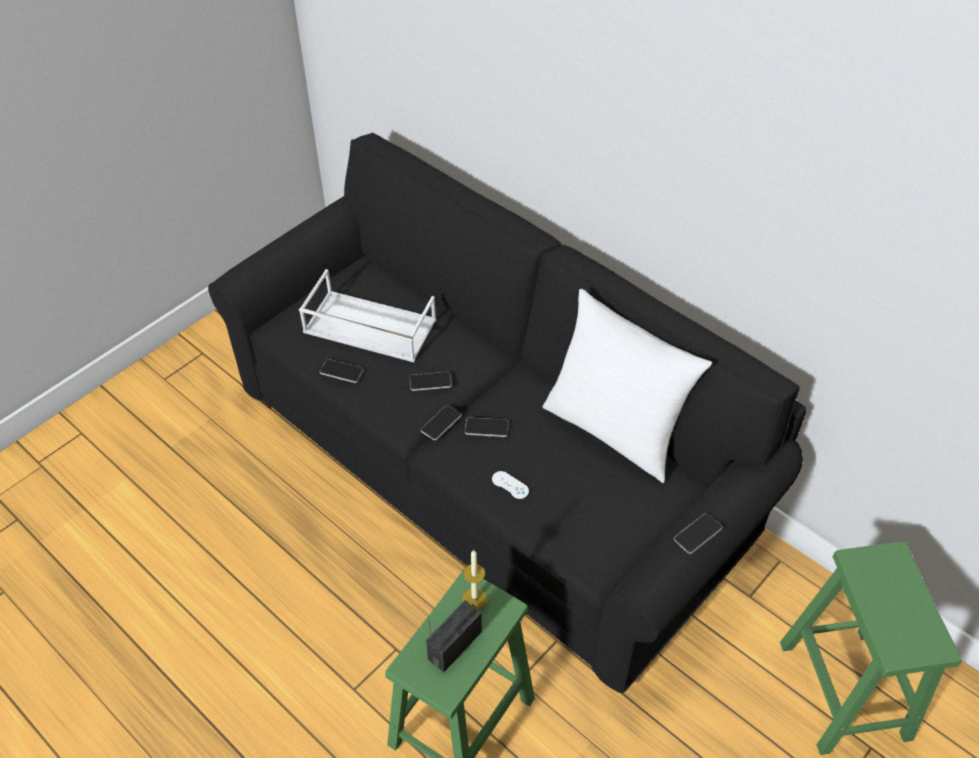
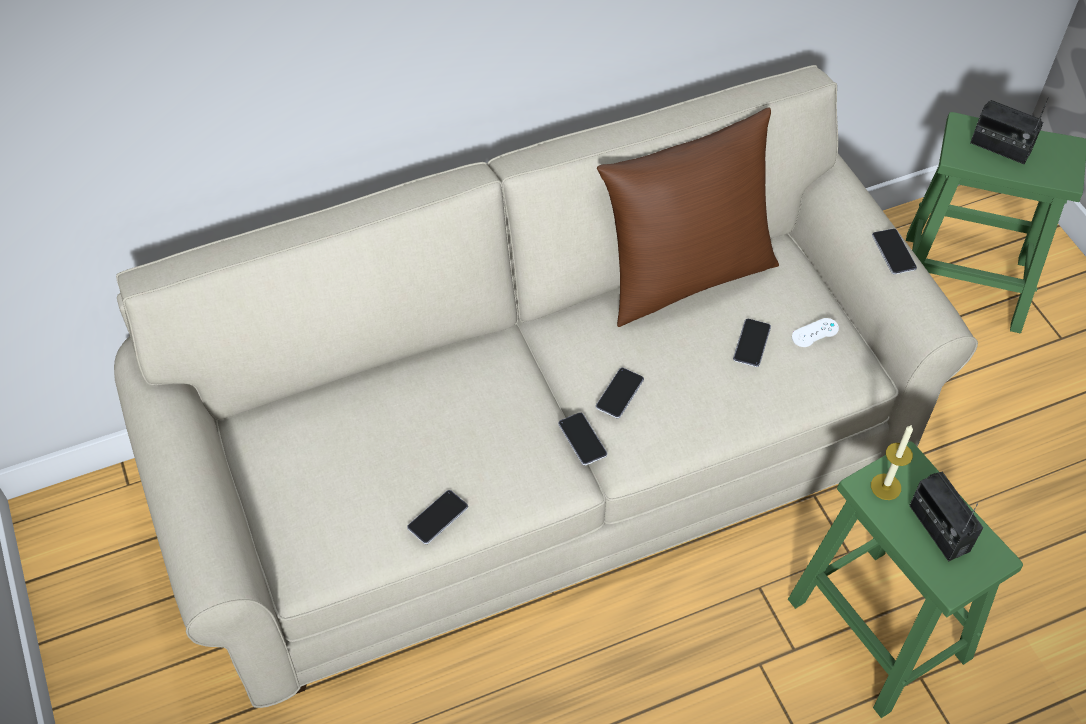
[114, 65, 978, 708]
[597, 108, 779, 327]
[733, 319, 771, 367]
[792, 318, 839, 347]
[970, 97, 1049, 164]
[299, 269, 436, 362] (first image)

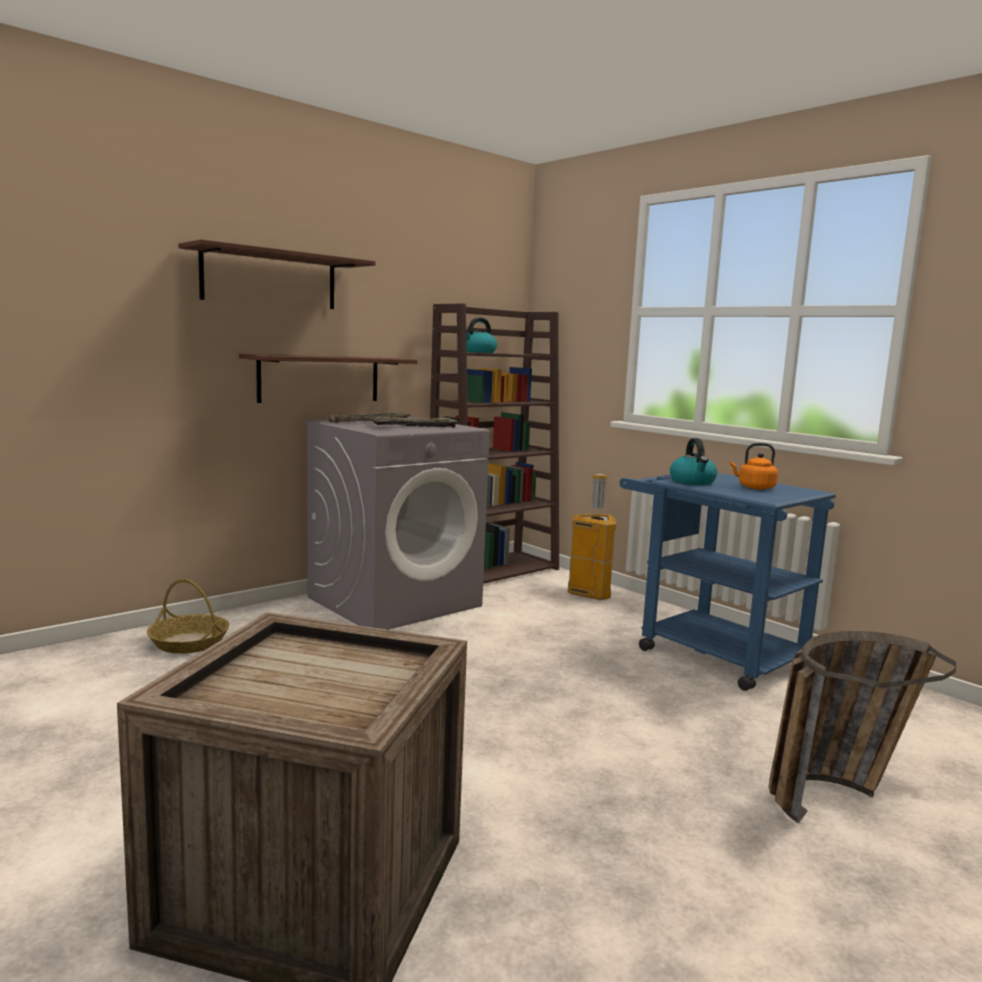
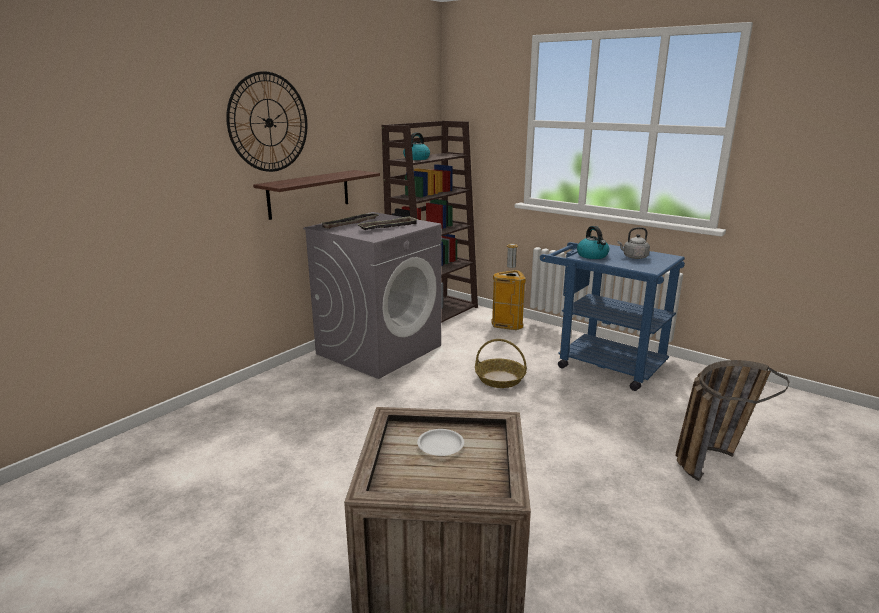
[226, 71, 307, 172]
[417, 429, 464, 456]
[475, 339, 527, 388]
[617, 227, 650, 259]

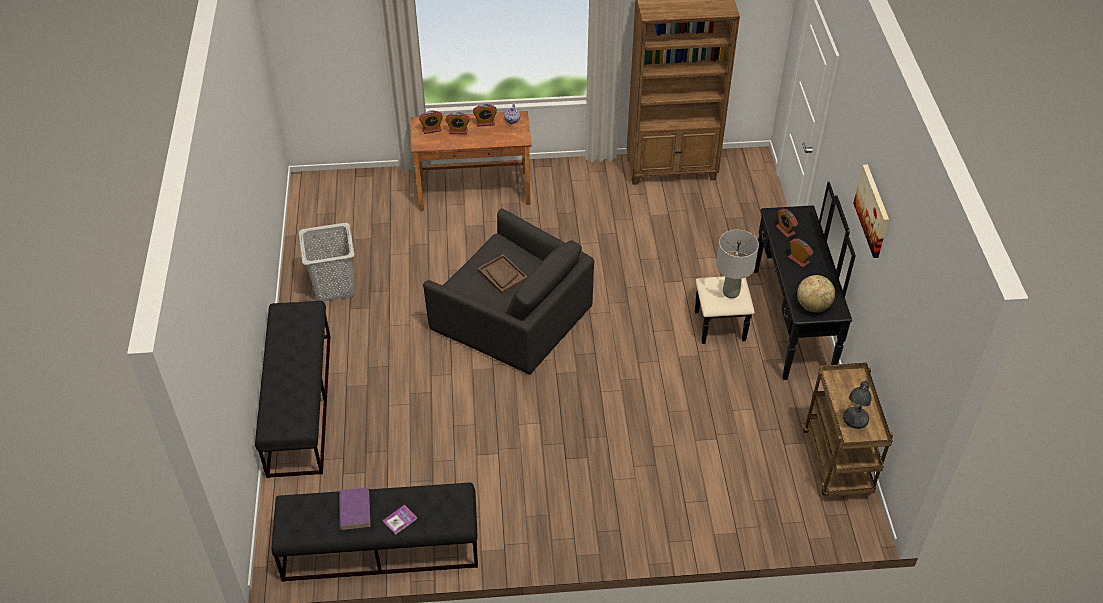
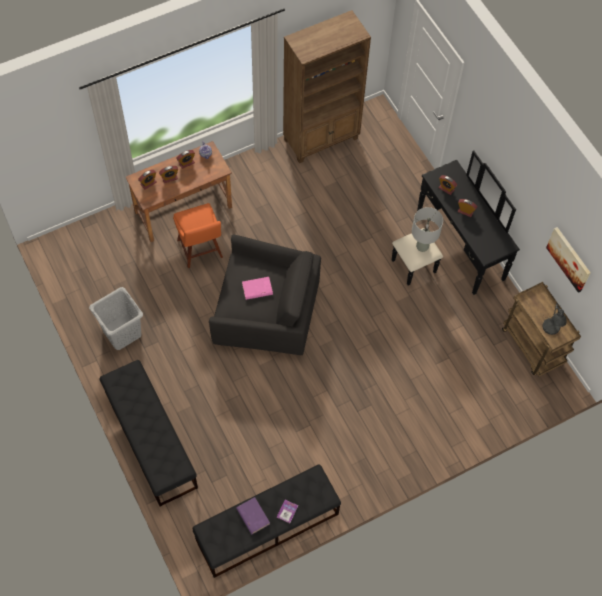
[173, 203, 223, 268]
[242, 277, 273, 300]
[546, 227, 591, 293]
[797, 275, 835, 312] (first image)

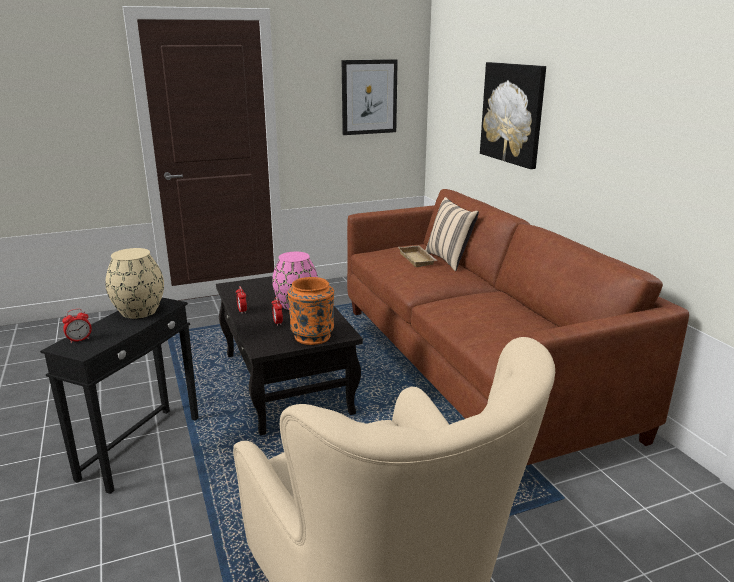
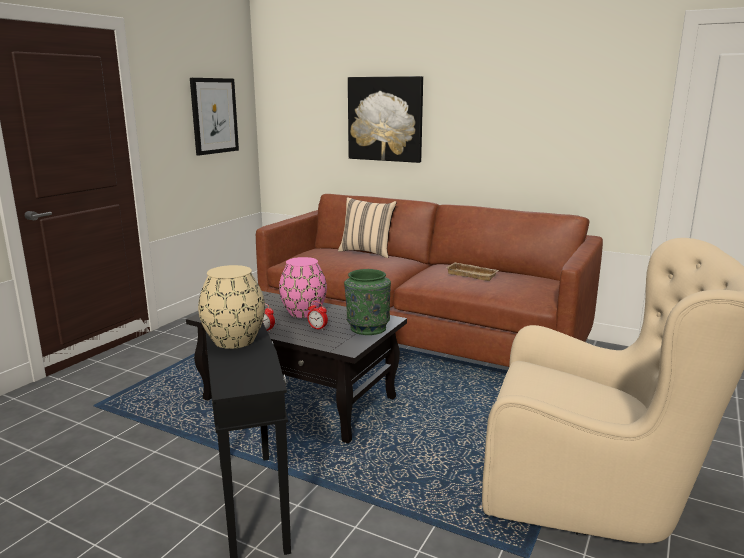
[344, 269, 391, 335]
[447, 262, 499, 281]
[62, 309, 92, 343] (first image)

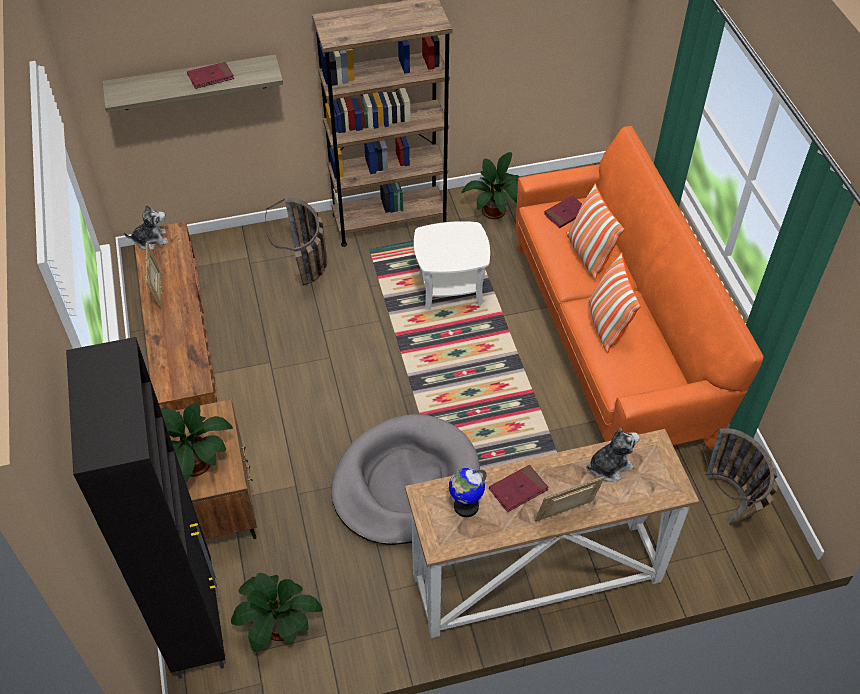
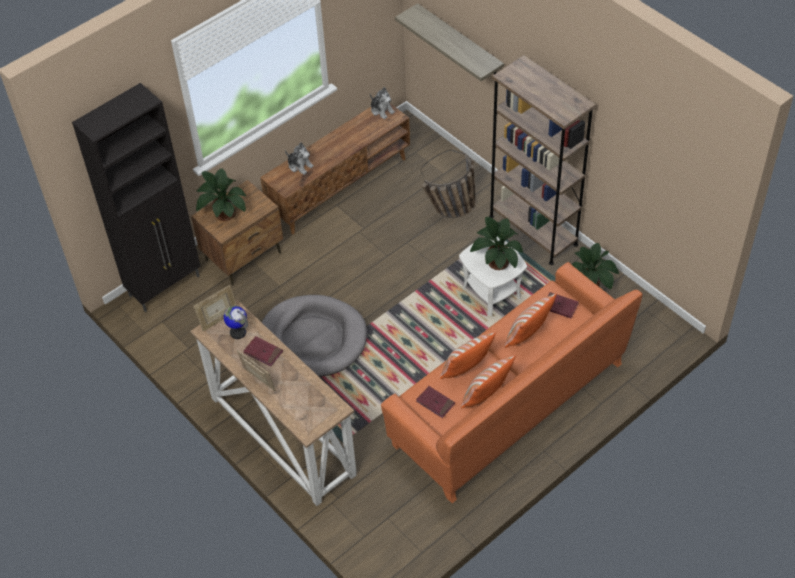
[194, 285, 237, 331]
[285, 142, 314, 175]
[416, 386, 455, 418]
[461, 355, 516, 408]
[470, 217, 523, 270]
[702, 428, 778, 525] (first image)

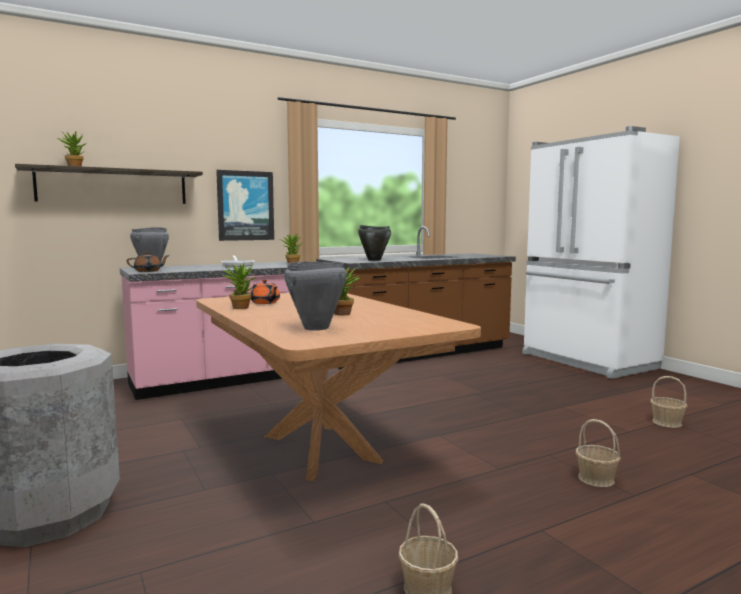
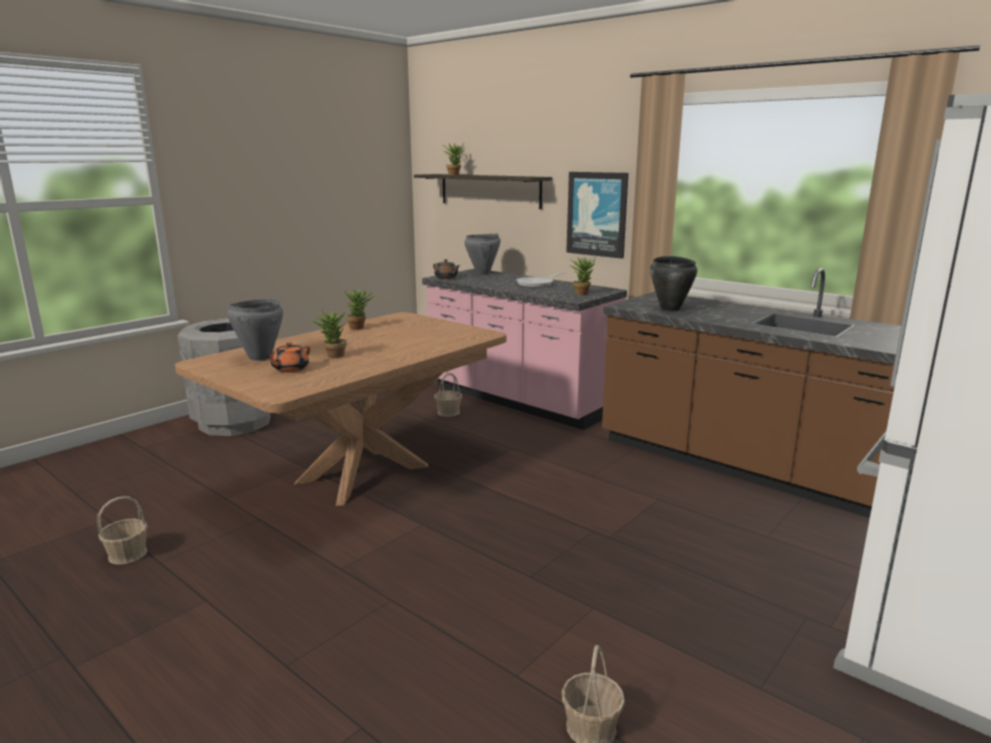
[266, 342, 311, 373]
[434, 373, 462, 417]

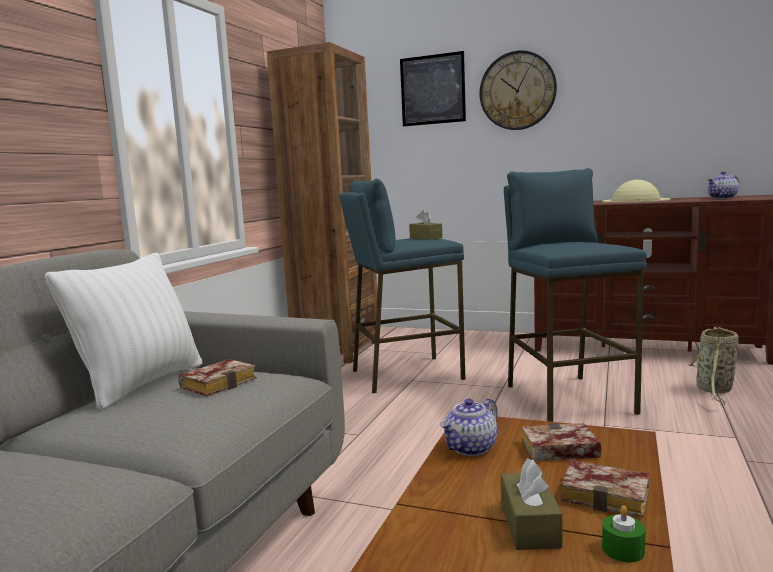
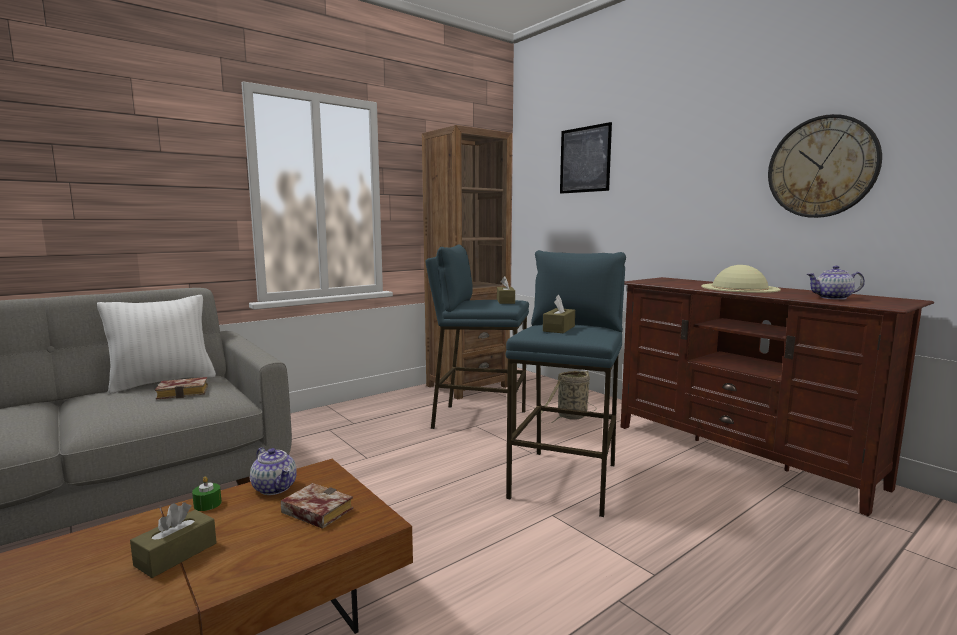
[192, 476, 222, 511]
[250, 447, 297, 495]
[536, 371, 596, 423]
[543, 295, 575, 333]
[768, 114, 882, 218]
[561, 460, 649, 518] (first image)

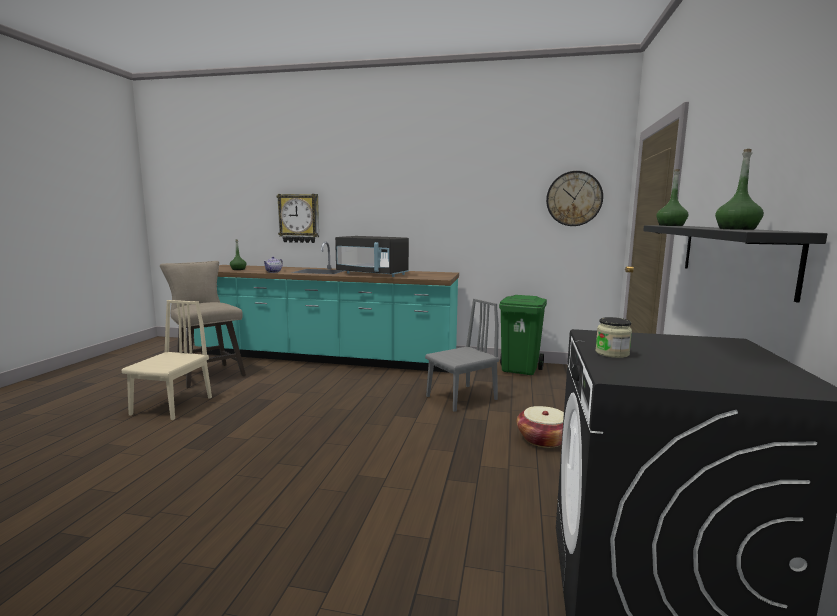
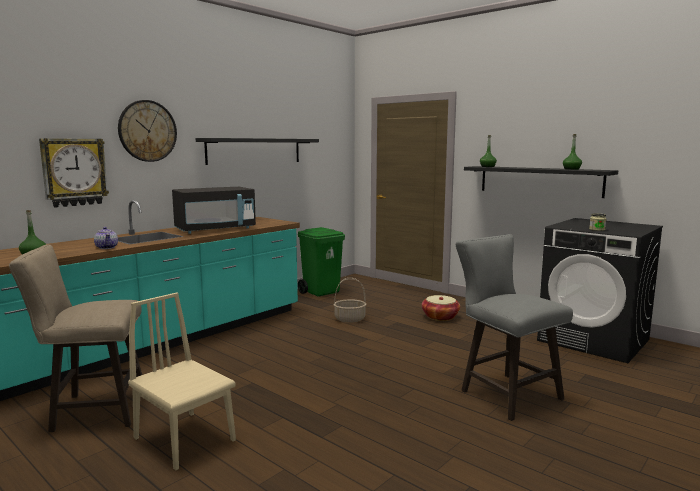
[118, 100, 177, 162]
[195, 138, 319, 165]
[333, 278, 367, 323]
[456, 234, 573, 421]

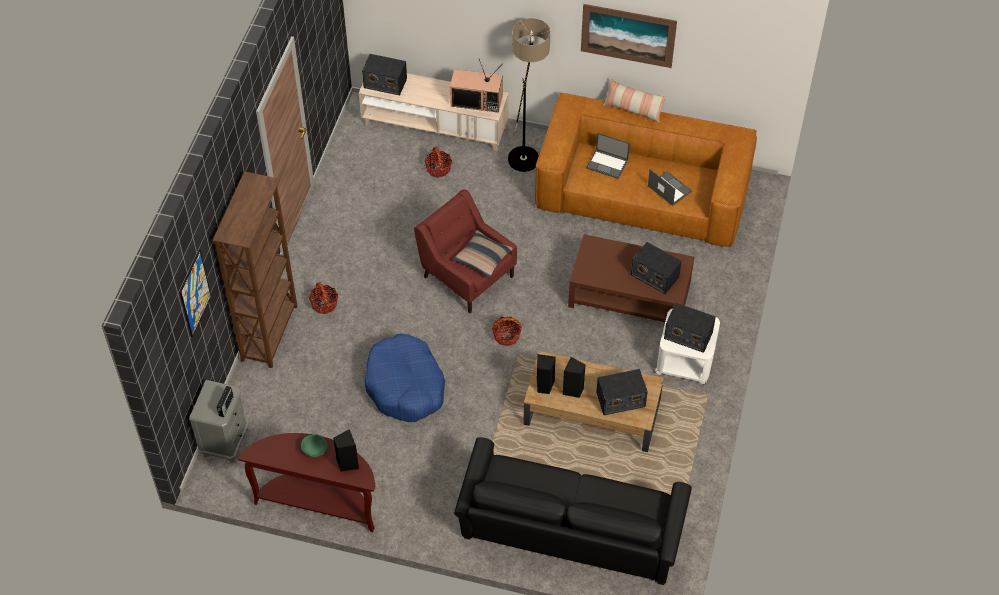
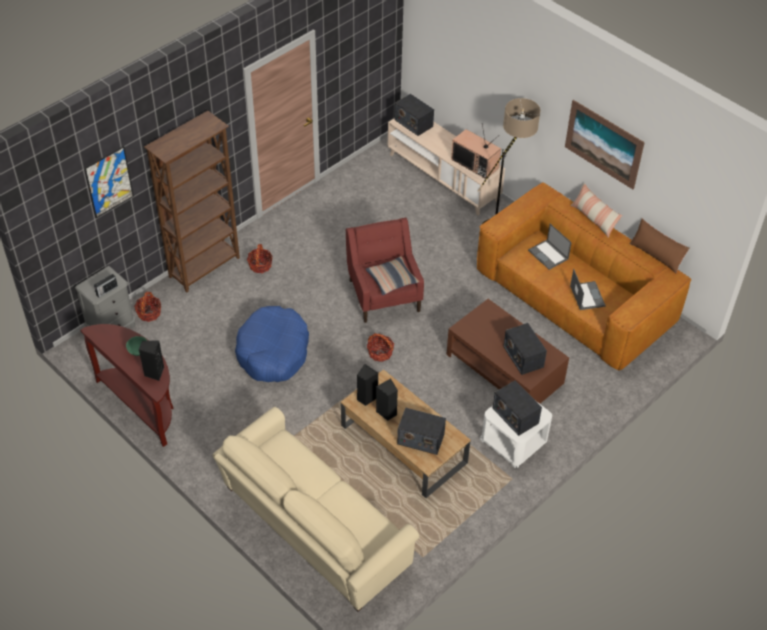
[134, 292, 161, 322]
[213, 407, 419, 612]
[629, 219, 689, 273]

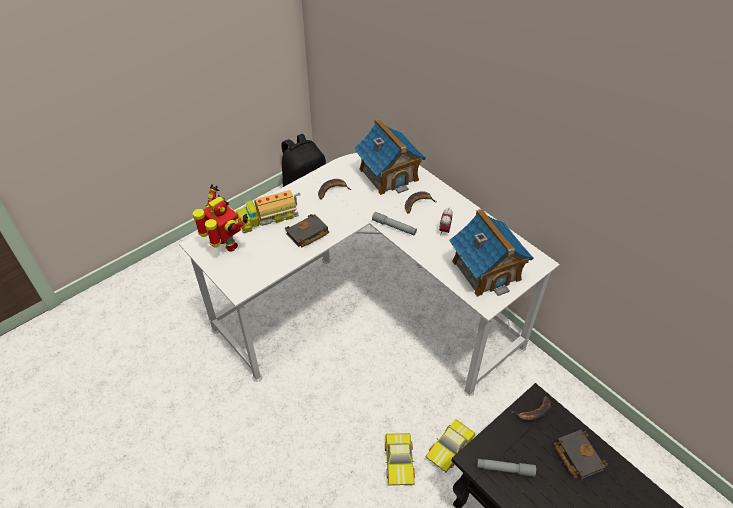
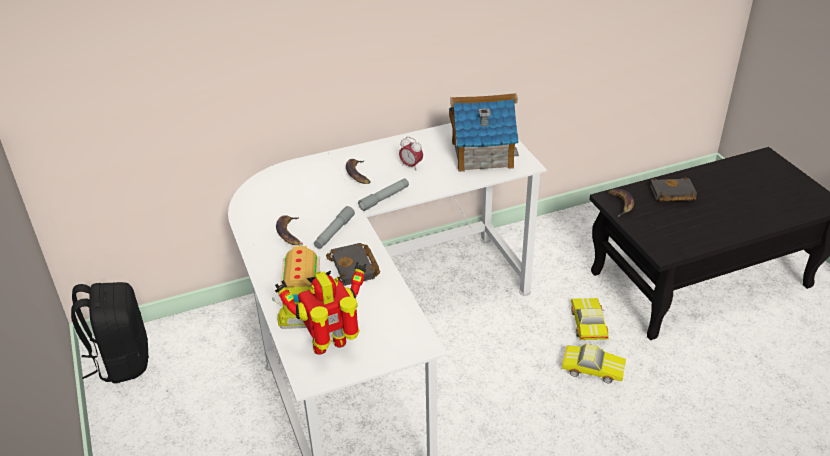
[314, 206, 355, 249]
[571, 298, 609, 340]
[354, 118, 426, 195] (first image)

